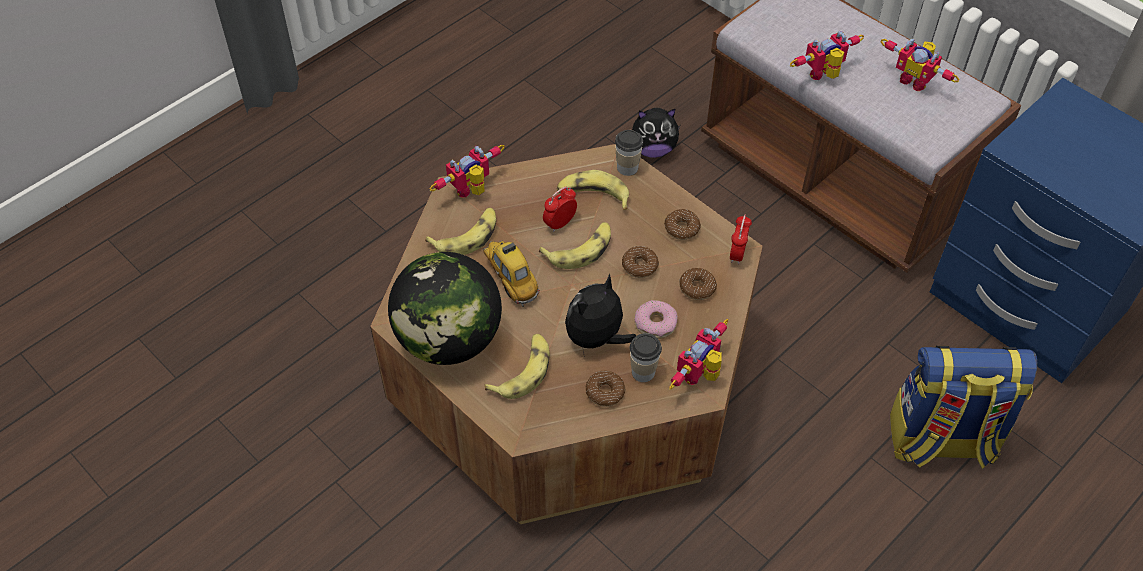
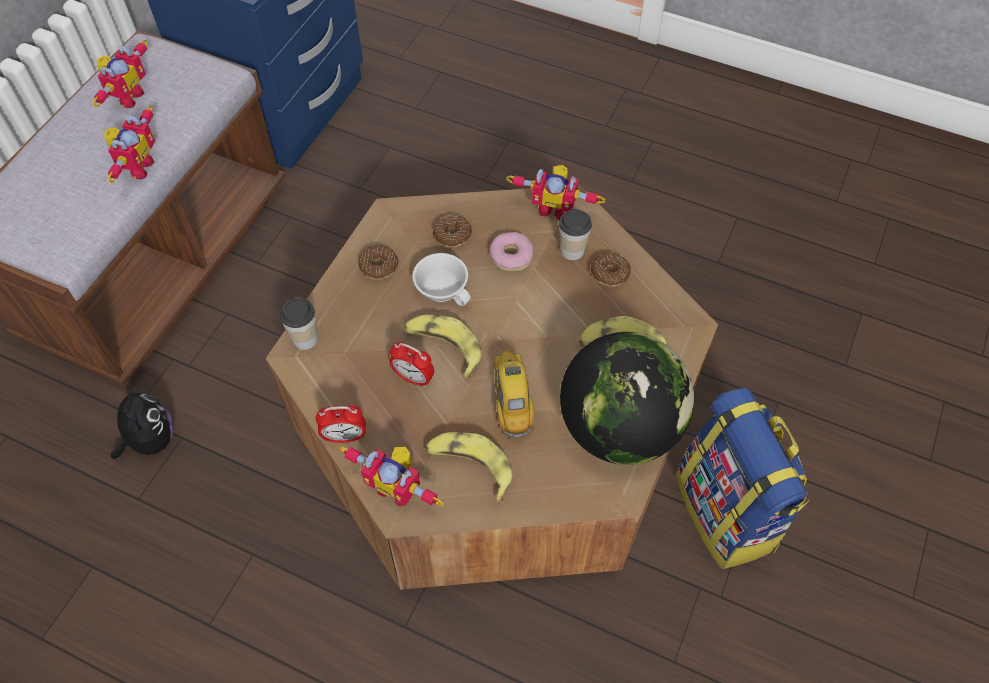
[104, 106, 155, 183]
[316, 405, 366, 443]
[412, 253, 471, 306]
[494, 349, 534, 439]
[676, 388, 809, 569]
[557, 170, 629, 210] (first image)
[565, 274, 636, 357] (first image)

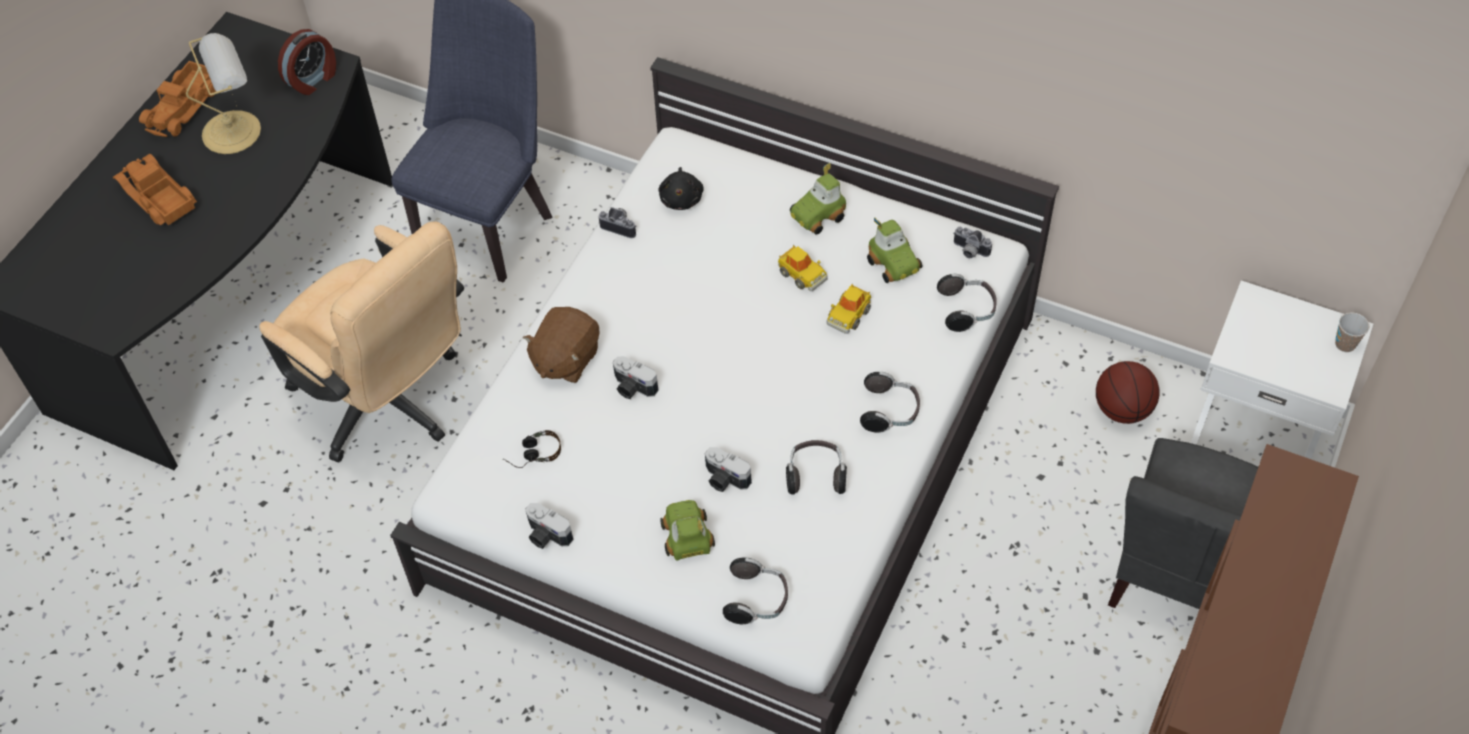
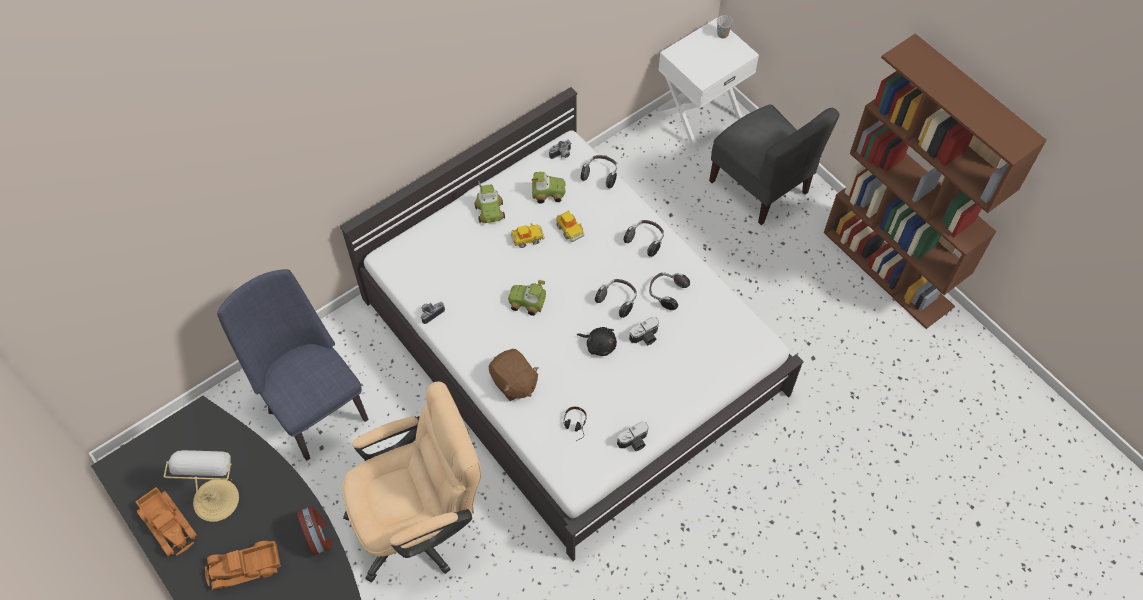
[297, 506, 333, 556]
[508, 280, 546, 316]
[577, 327, 617, 356]
[595, 279, 637, 318]
[613, 356, 659, 399] (first image)
[1096, 361, 1160, 424] (first image)

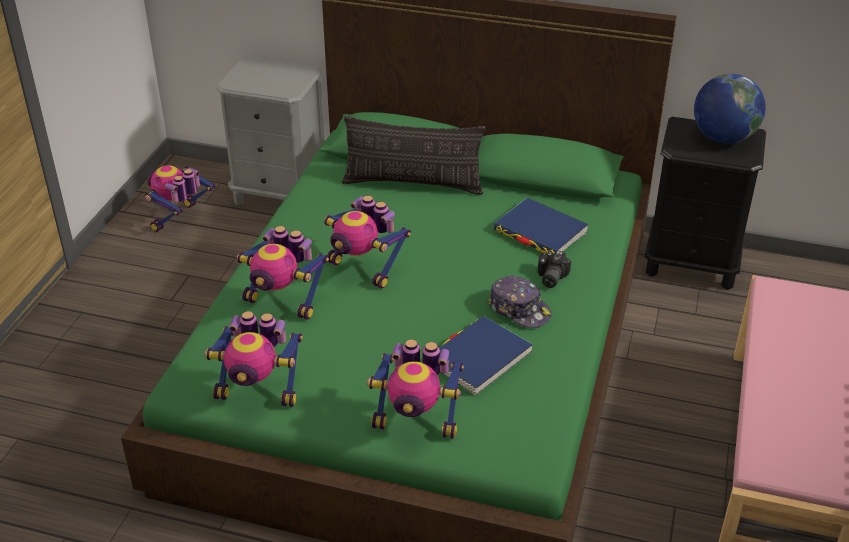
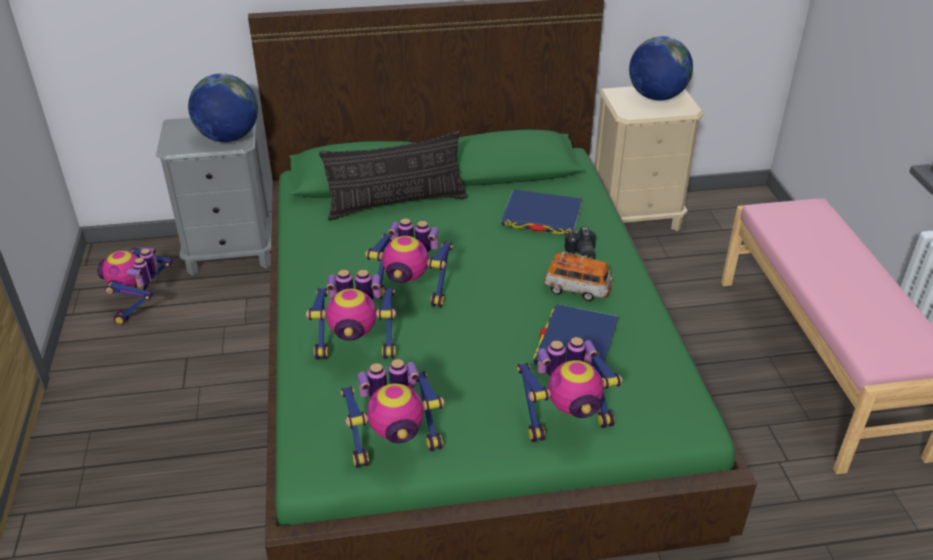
[188, 73, 258, 142]
[543, 252, 612, 301]
[594, 86, 704, 231]

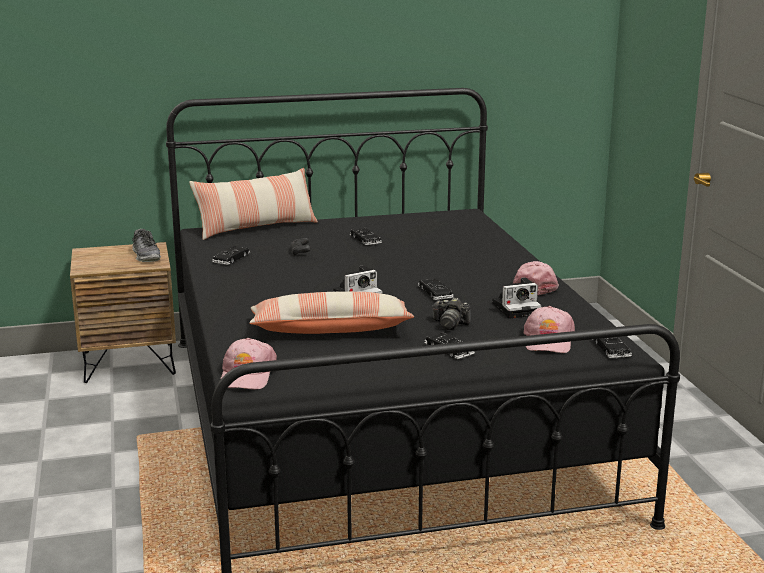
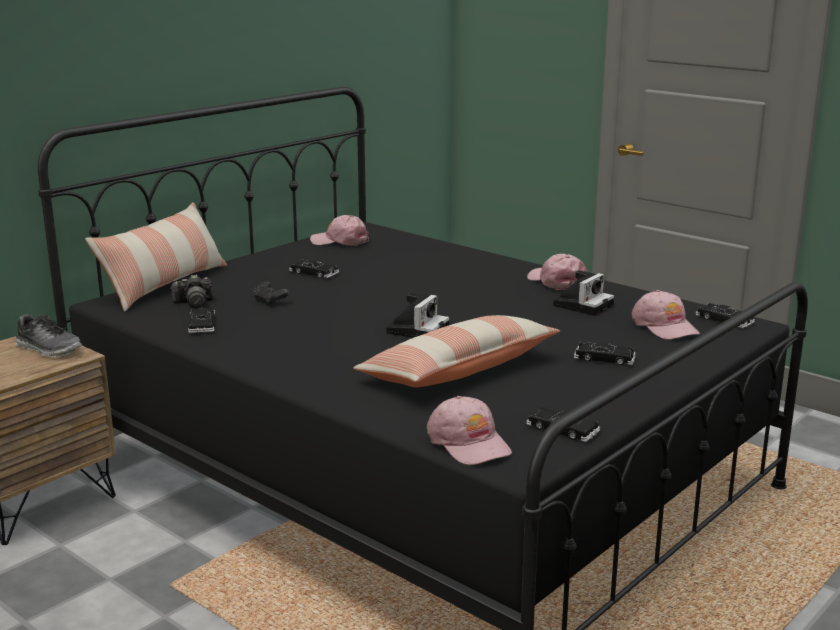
[170, 274, 213, 308]
[310, 215, 369, 246]
[526, 407, 600, 442]

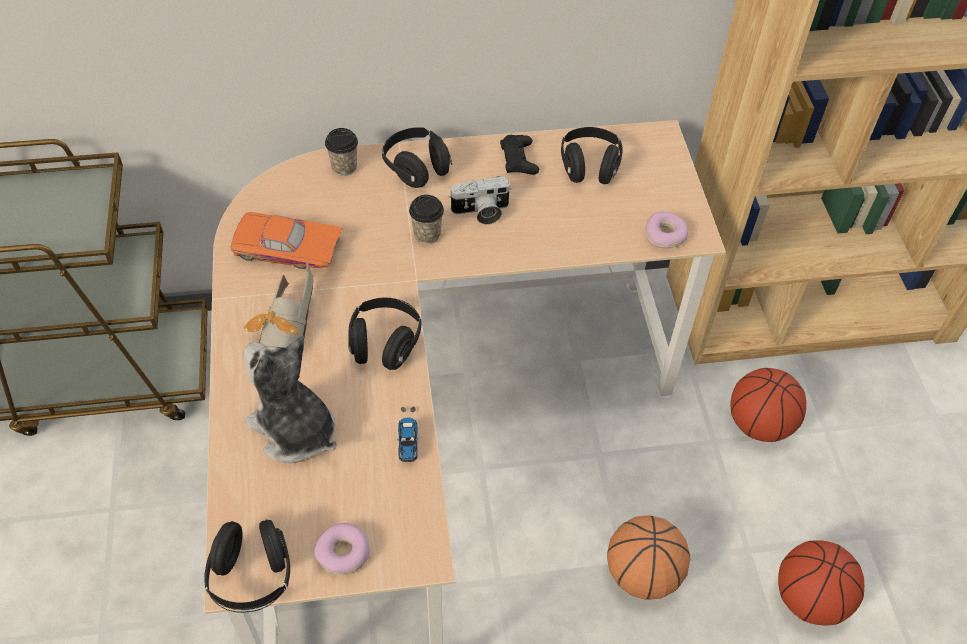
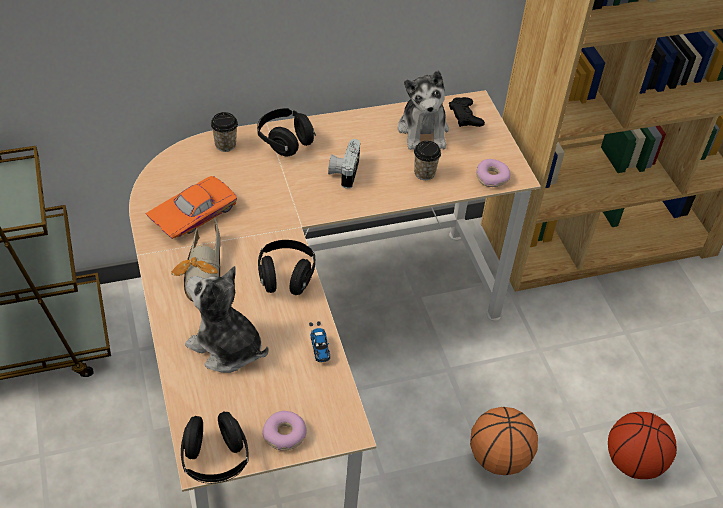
[145, 176, 237, 239]
[328, 139, 360, 189]
[398, 70, 449, 150]
[414, 141, 441, 180]
[449, 97, 485, 127]
[731, 368, 806, 442] (first image)

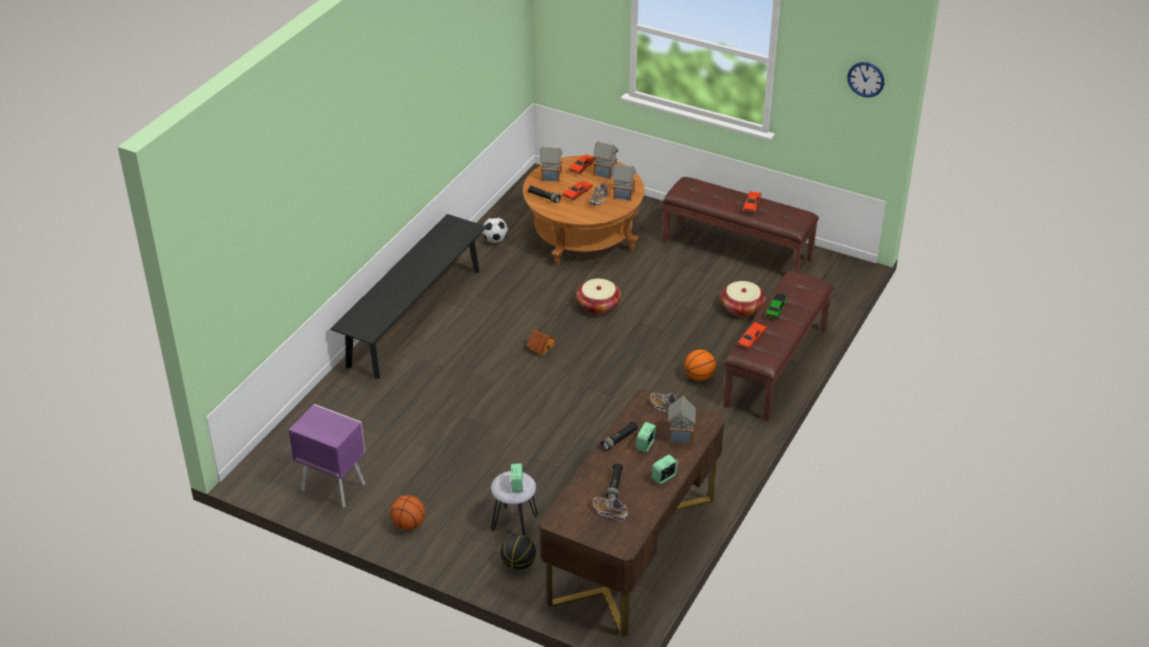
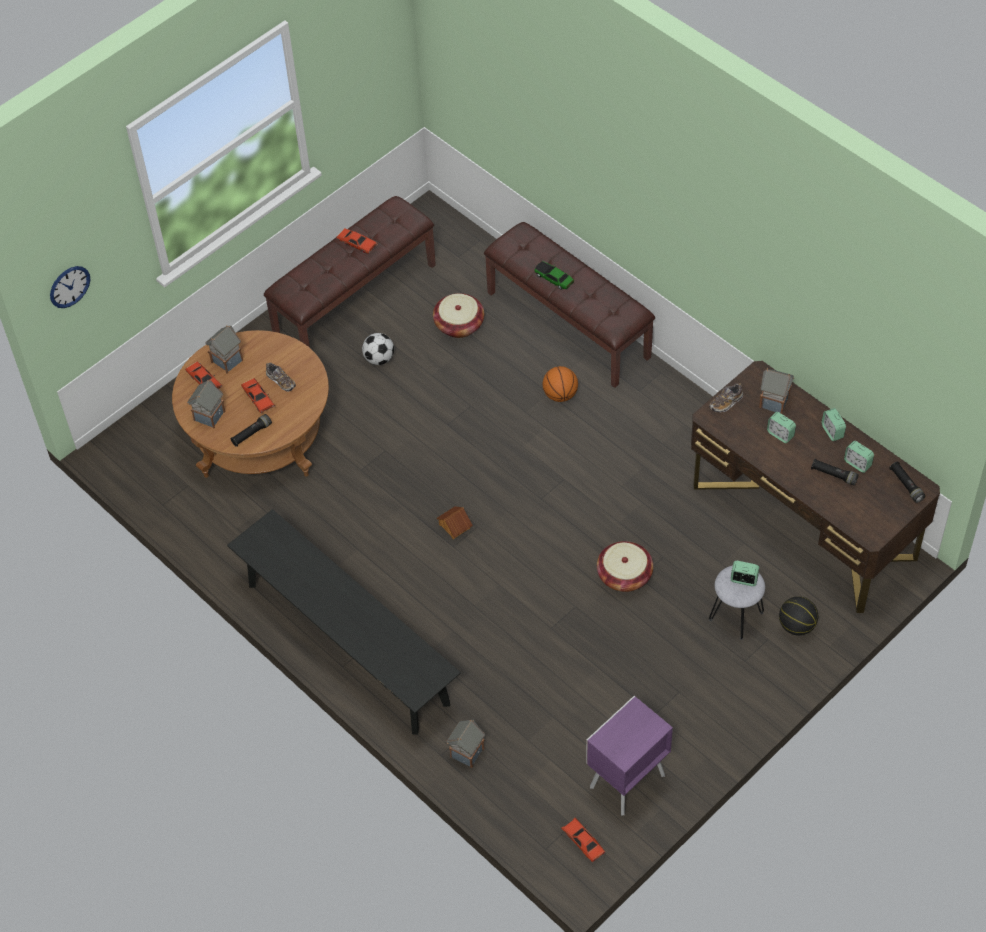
[50, 266, 90, 308]
[362, 333, 394, 365]
[446, 720, 485, 768]
[561, 818, 606, 863]
[597, 541, 653, 592]
[844, 441, 874, 473]
[889, 462, 925, 503]
[390, 495, 425, 530] (first image)
[592, 497, 628, 521] (first image)

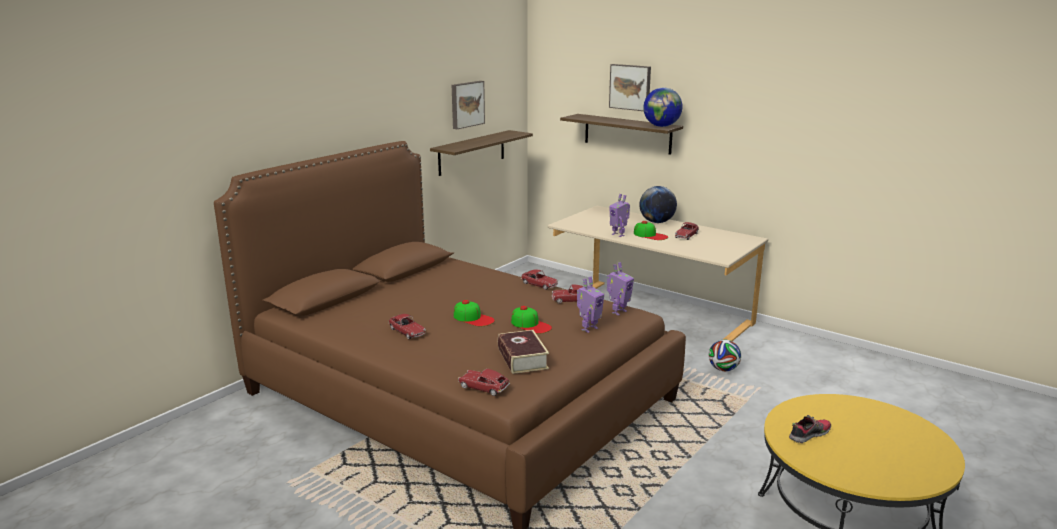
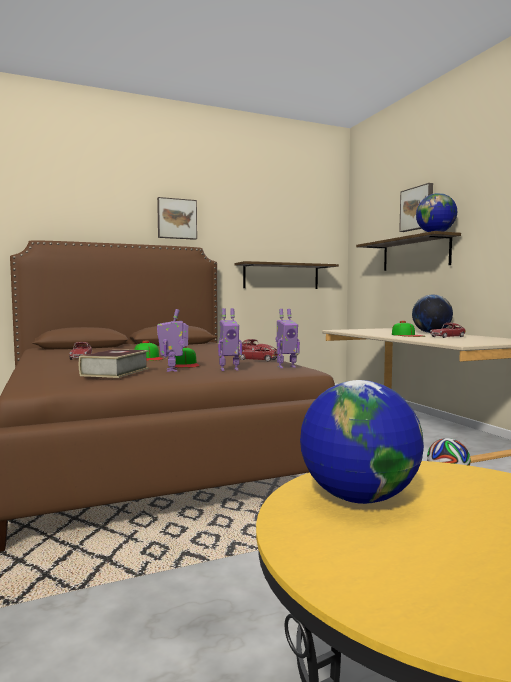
[157, 197, 197, 240]
[157, 309, 188, 372]
[300, 380, 424, 504]
[458, 369, 510, 396] (first image)

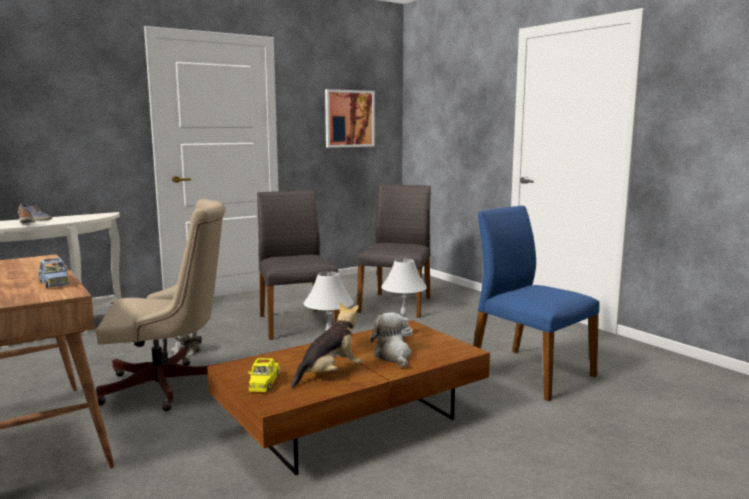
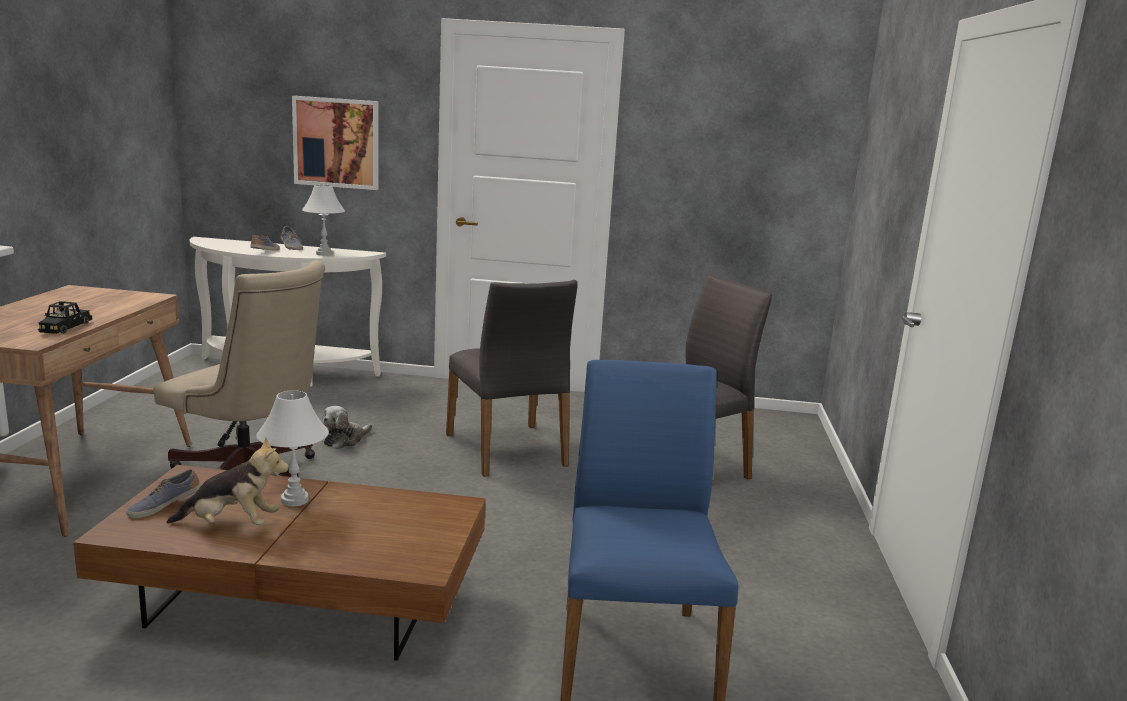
[38, 301, 92, 334]
[126, 469, 201, 518]
[292, 96, 379, 190]
[302, 185, 345, 256]
[446, 280, 578, 477]
[370, 312, 411, 368] (first image)

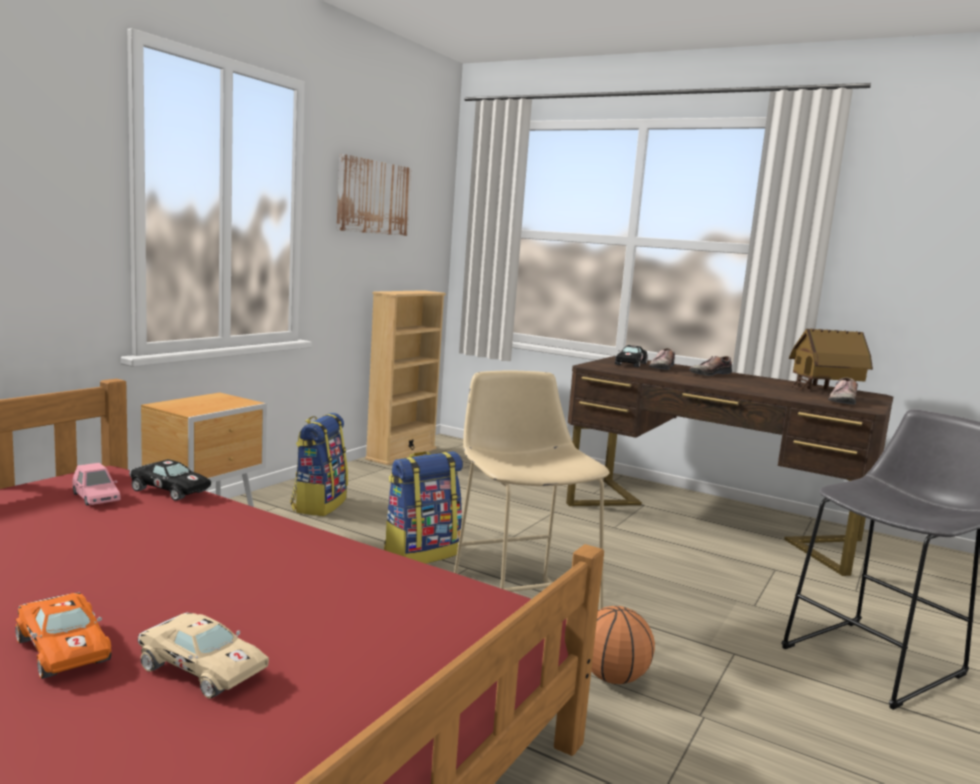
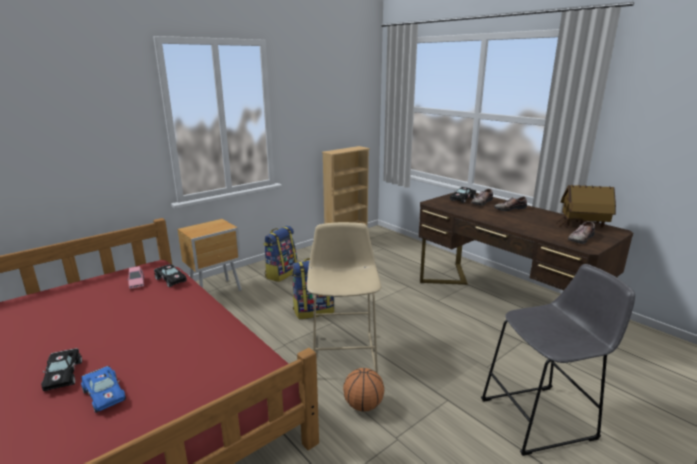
[41, 348, 82, 391]
[81, 366, 126, 413]
[337, 154, 411, 236] (first image)

